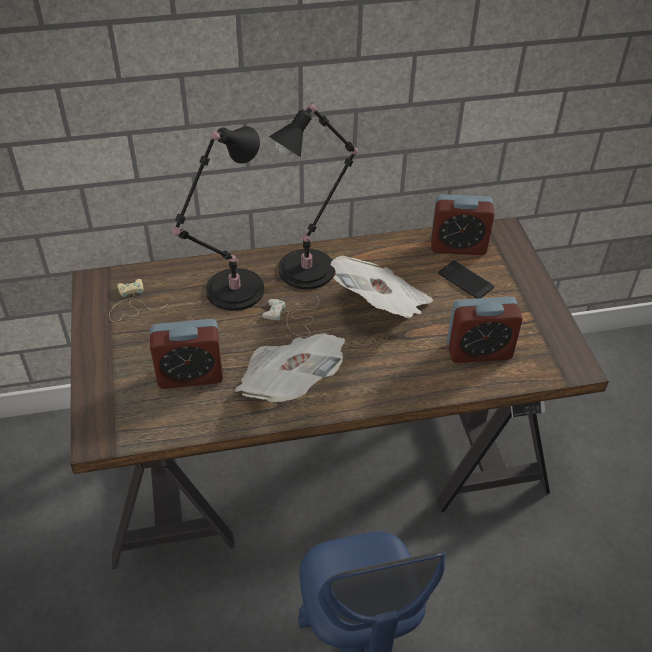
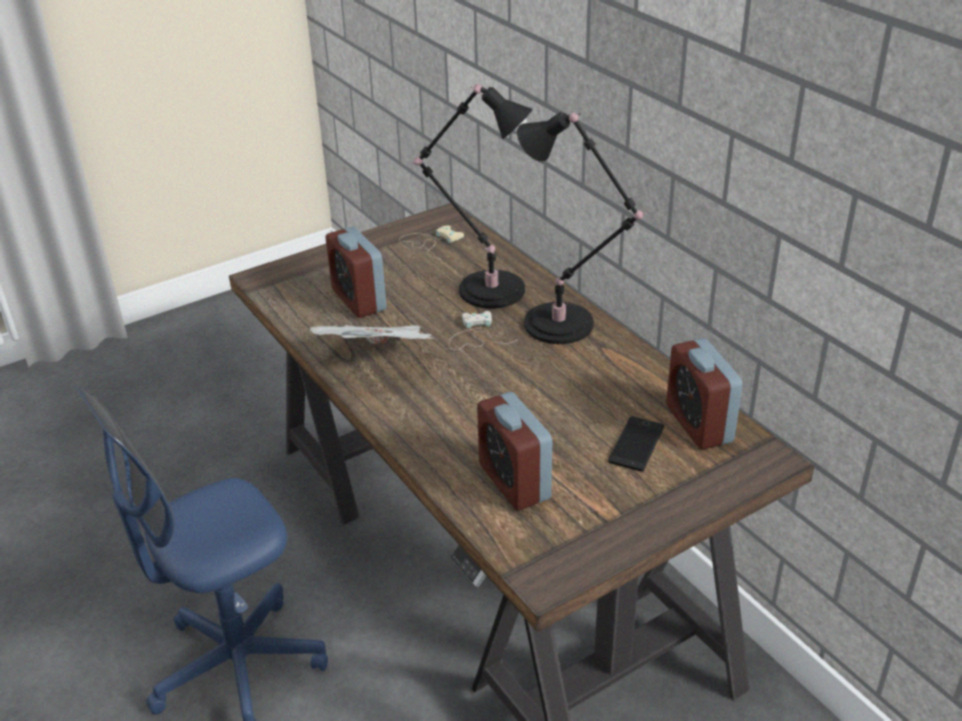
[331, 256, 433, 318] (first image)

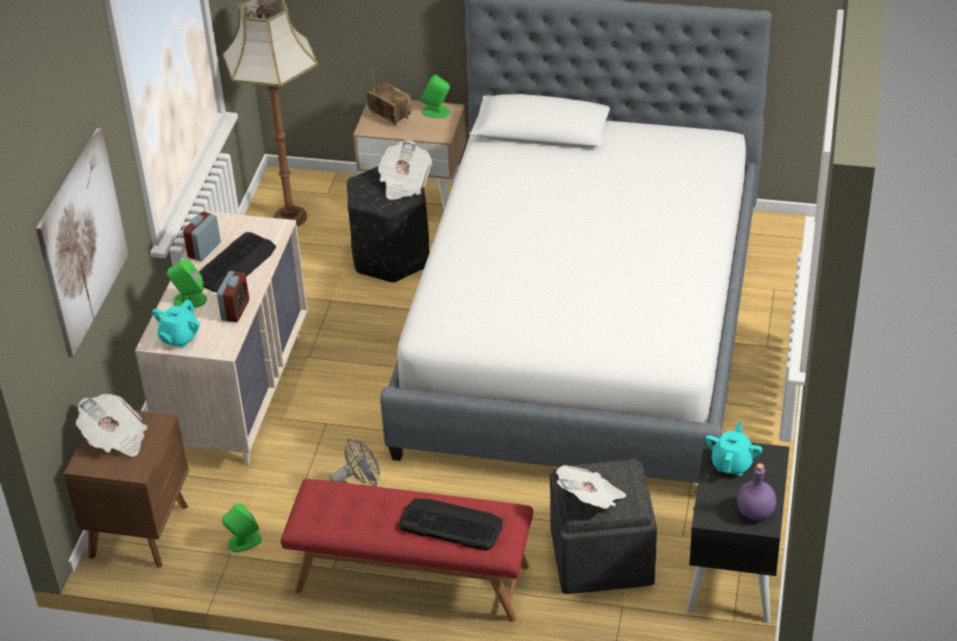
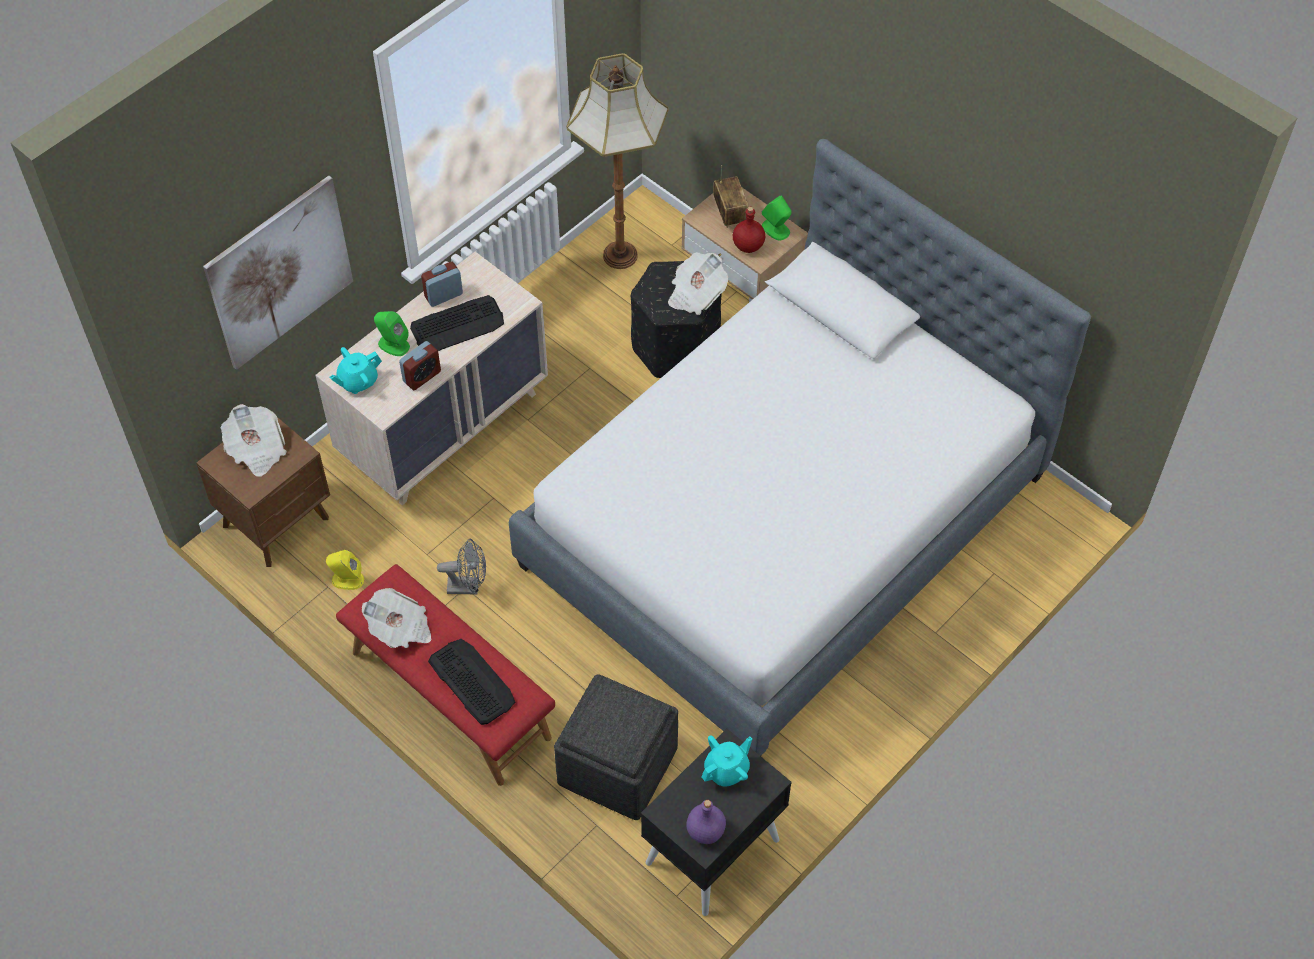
[733, 207, 765, 253]
[362, 588, 432, 648]
[326, 550, 364, 590]

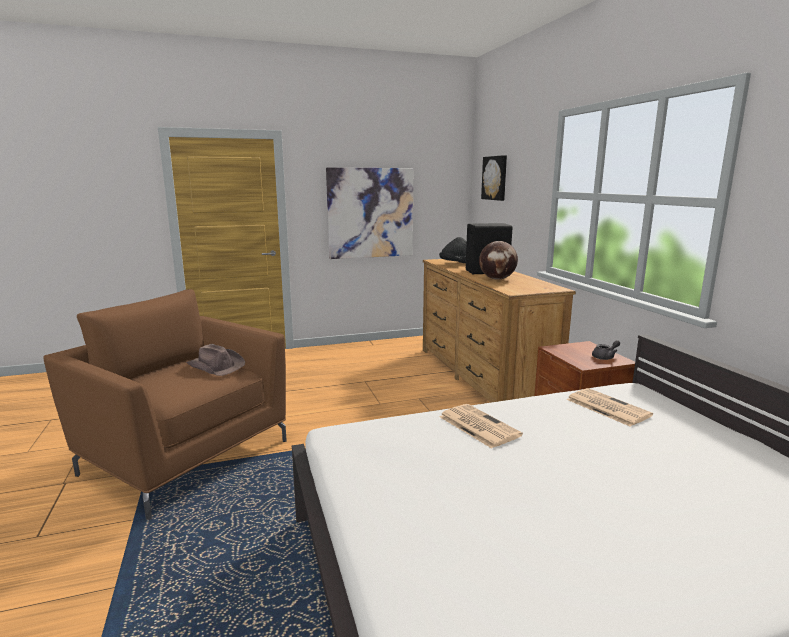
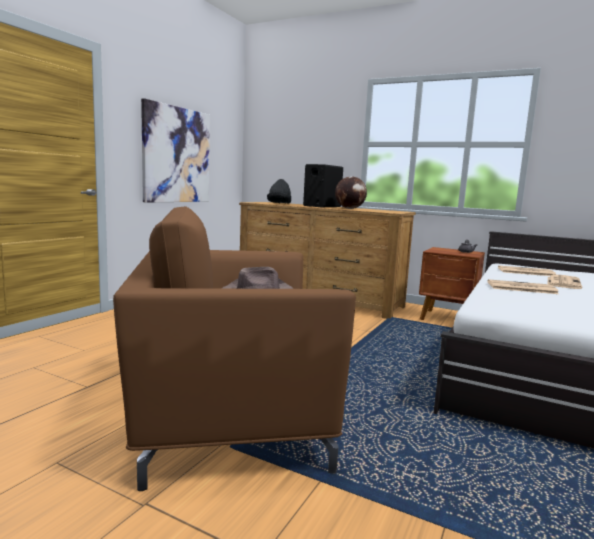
[481, 155, 507, 201] (first image)
[548, 274, 582, 289]

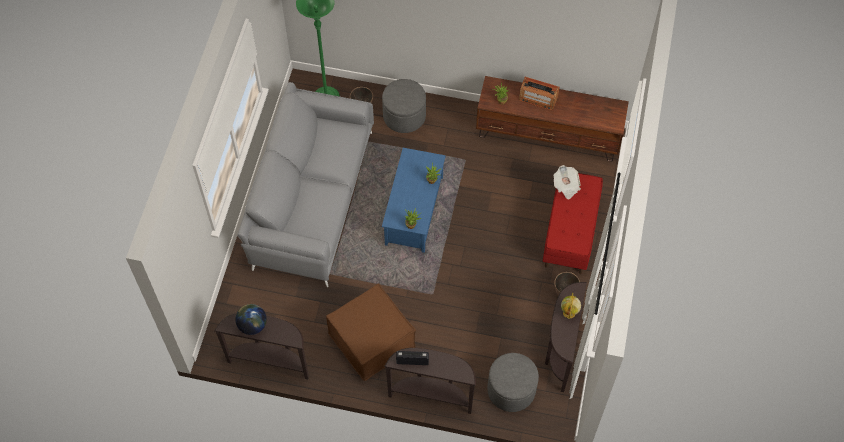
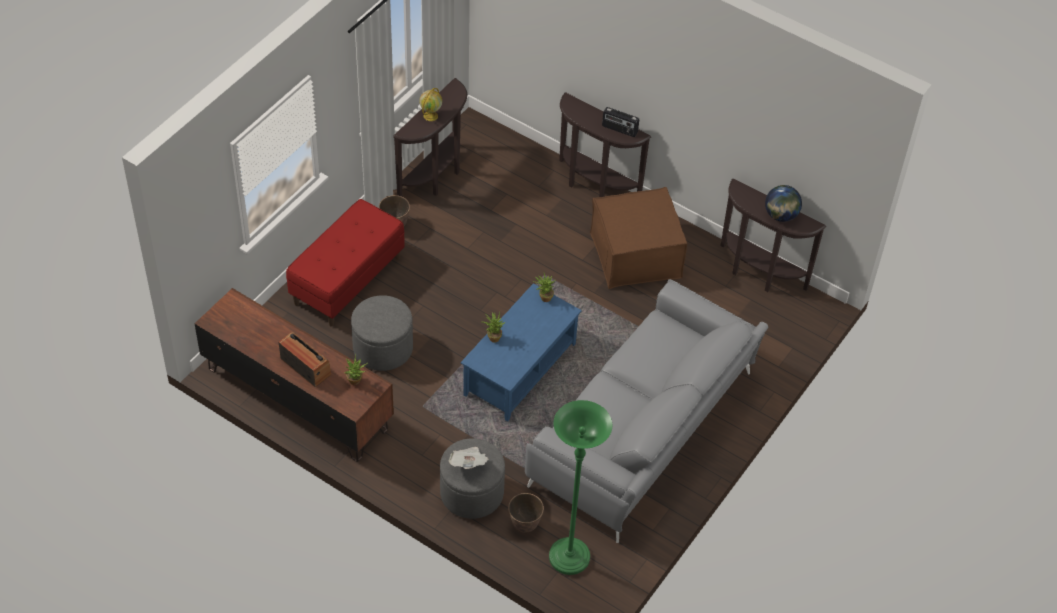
[351, 295, 413, 371]
[449, 447, 488, 469]

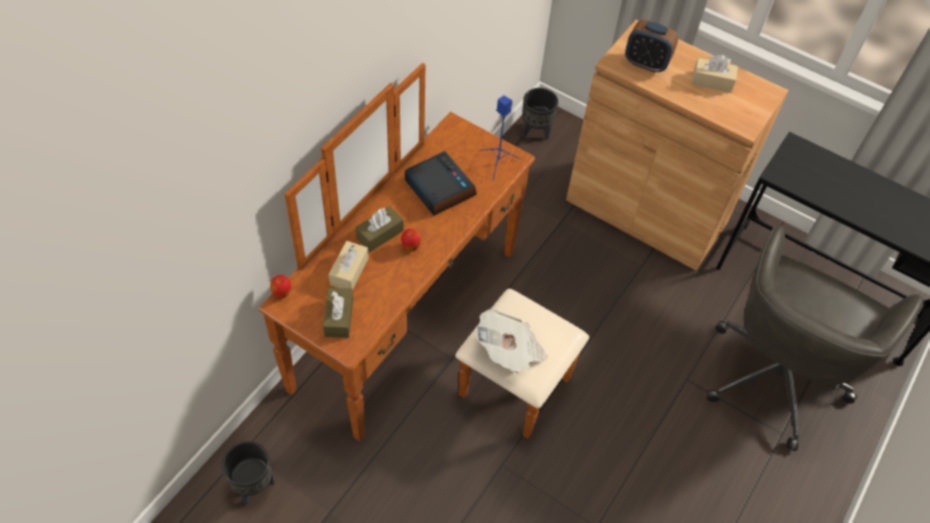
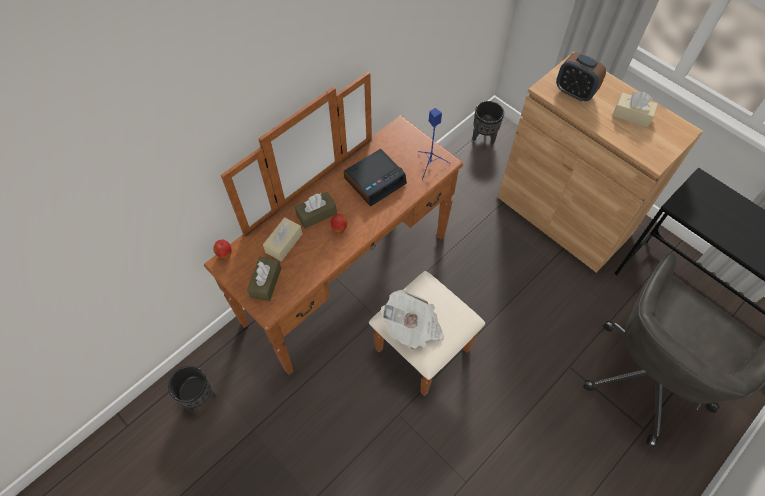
[344, 149, 407, 207]

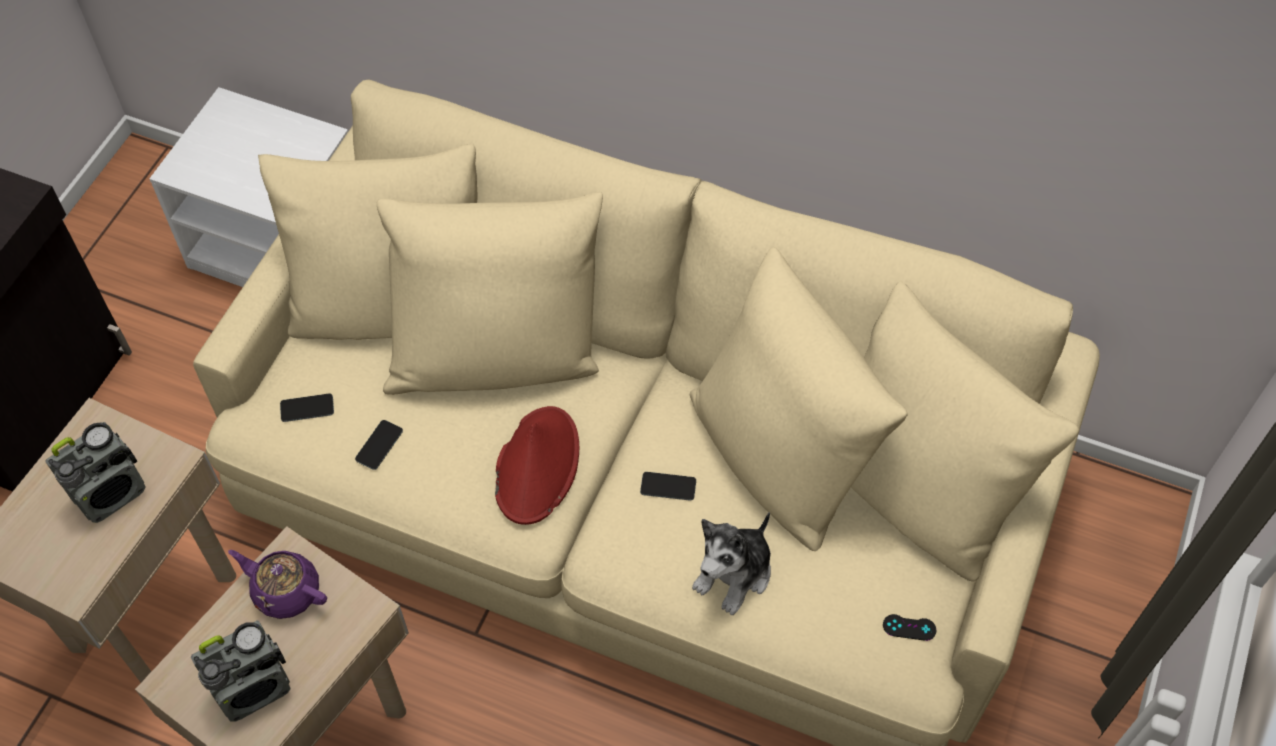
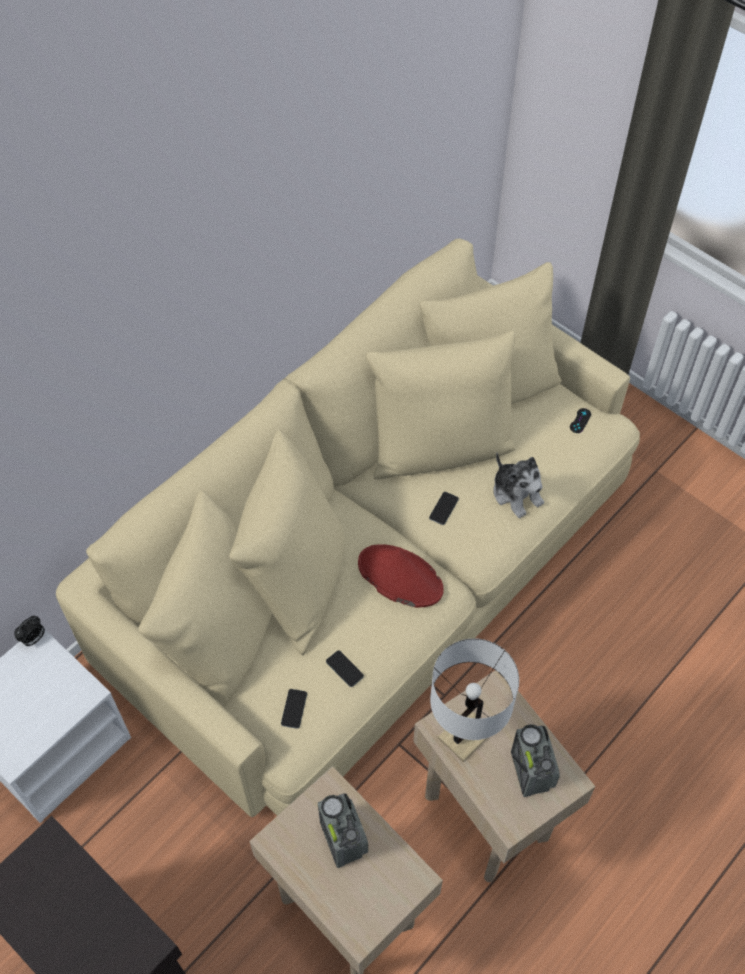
[14, 616, 45, 646]
[430, 638, 519, 762]

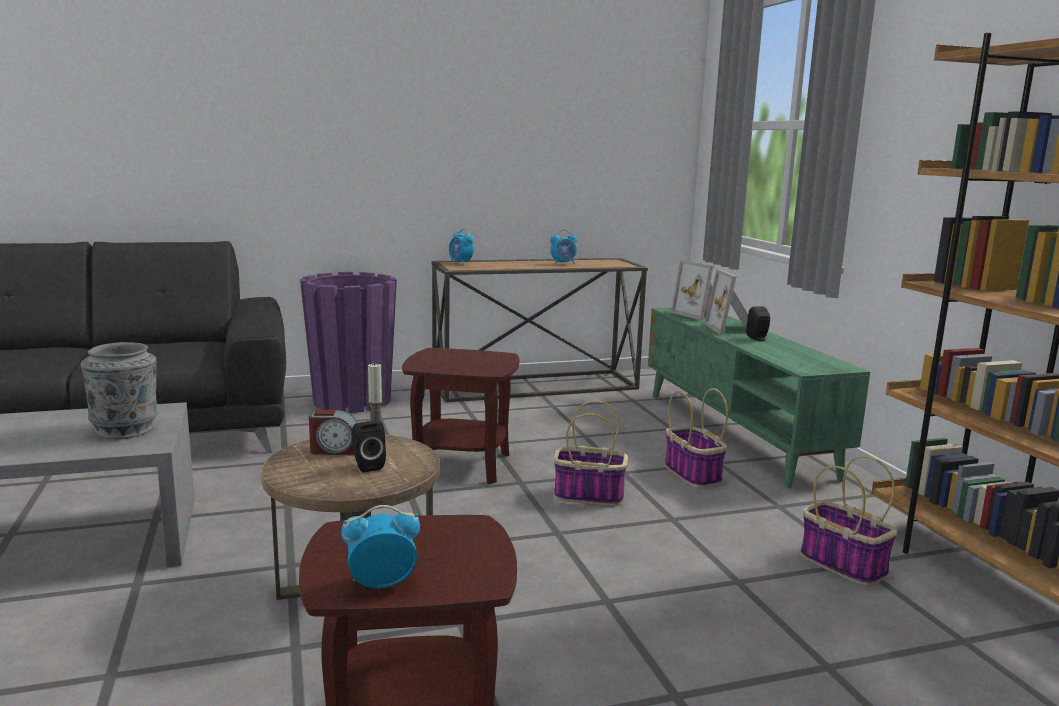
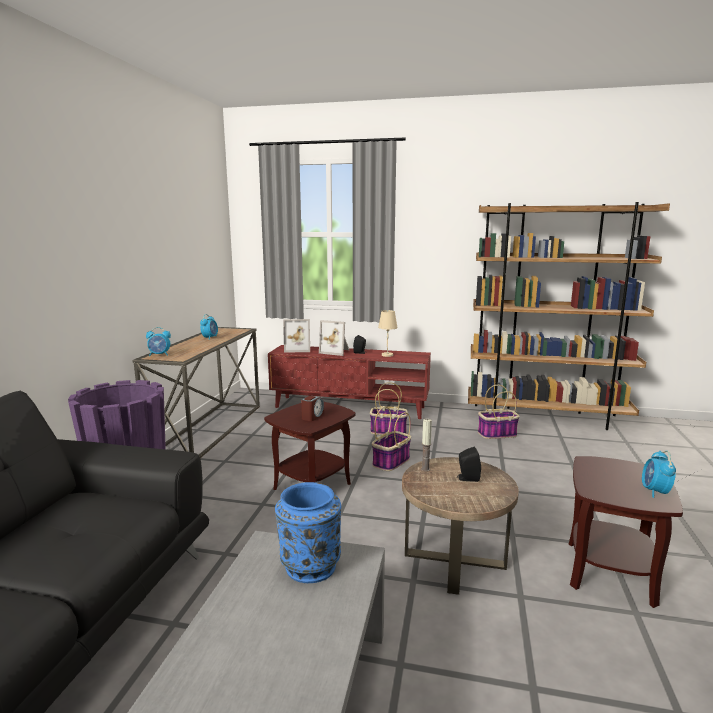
[378, 310, 397, 357]
[301, 396, 324, 421]
[275, 482, 341, 583]
[268, 345, 431, 419]

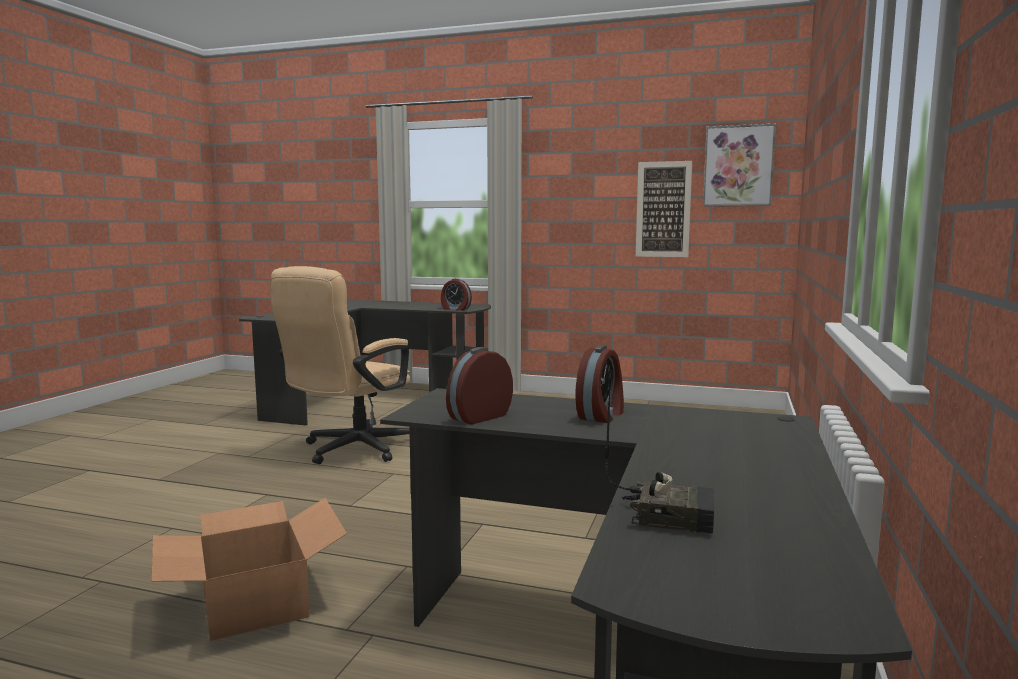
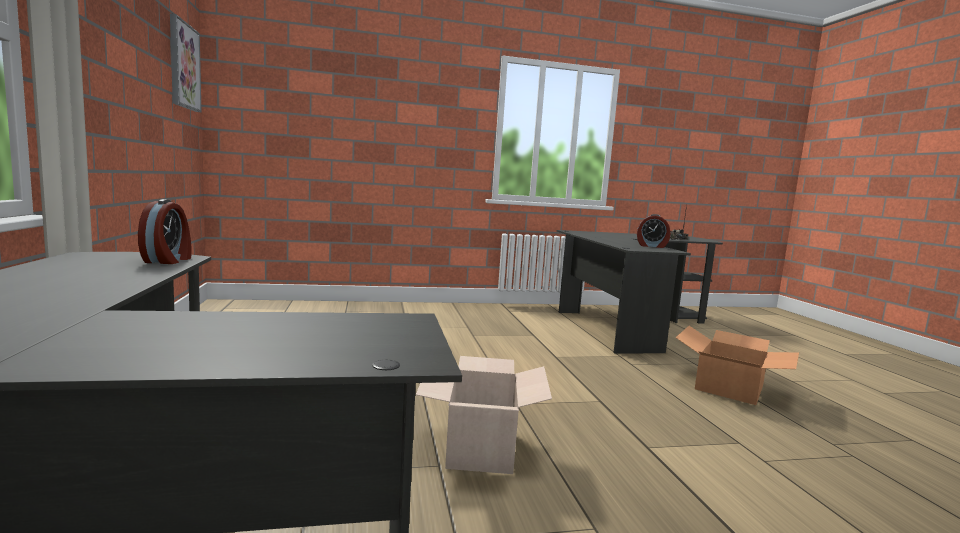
[575, 345, 624, 423] (first image)
[636, 161, 692, 257] (first image)
[416, 356, 552, 474]

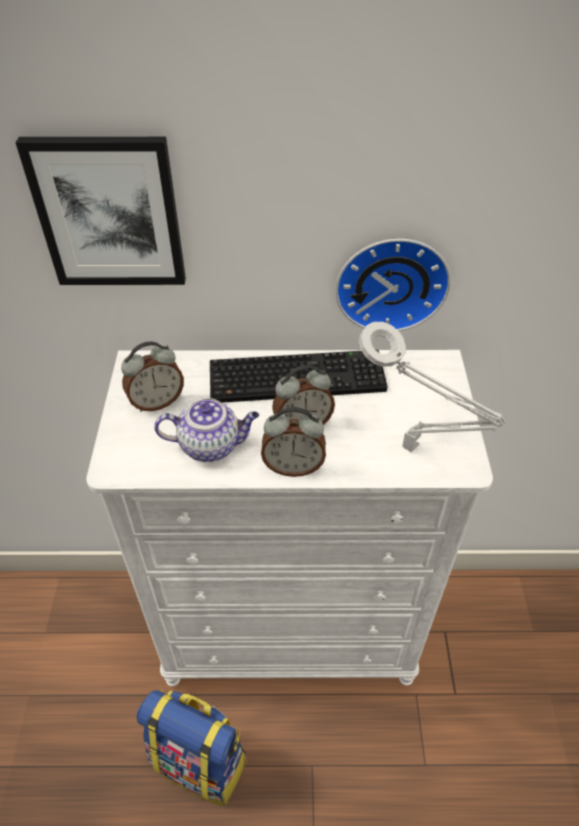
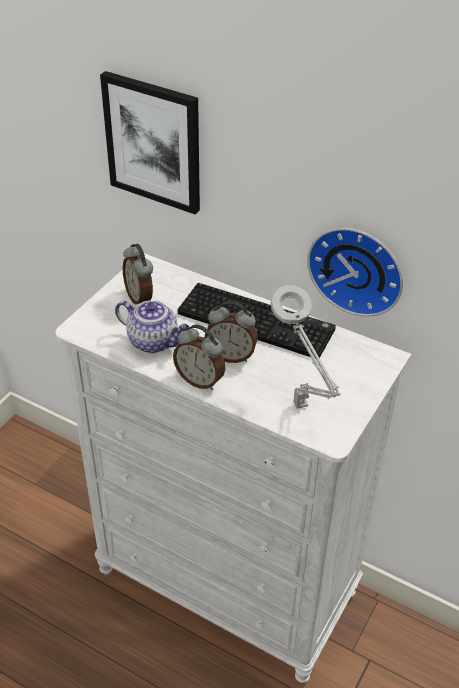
[137, 690, 247, 806] (first image)
[123, 244, 153, 304]

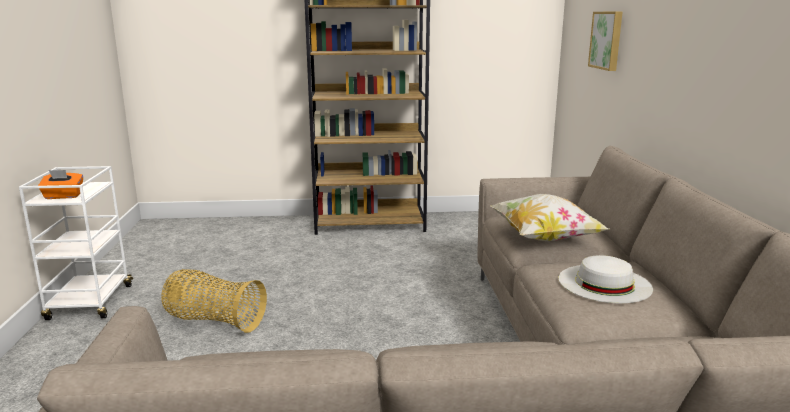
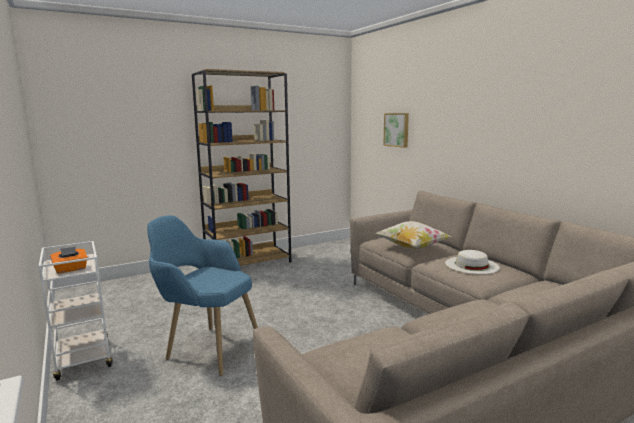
[147, 215, 258, 376]

